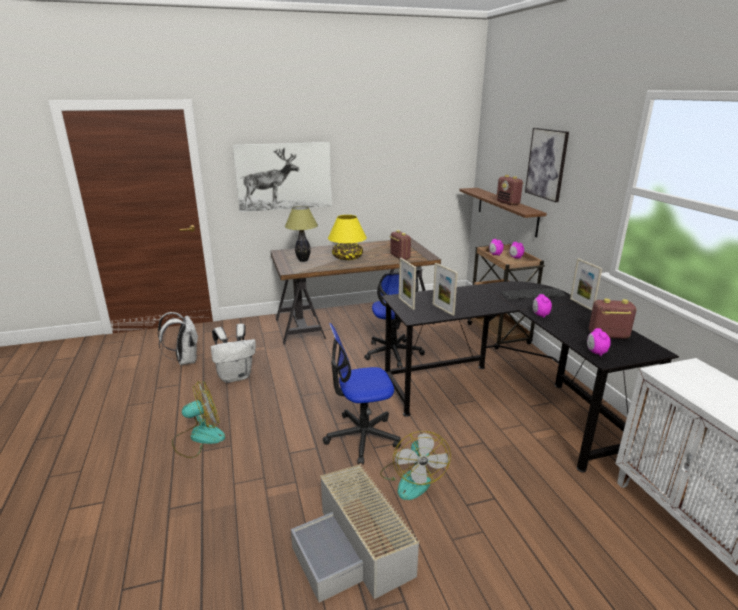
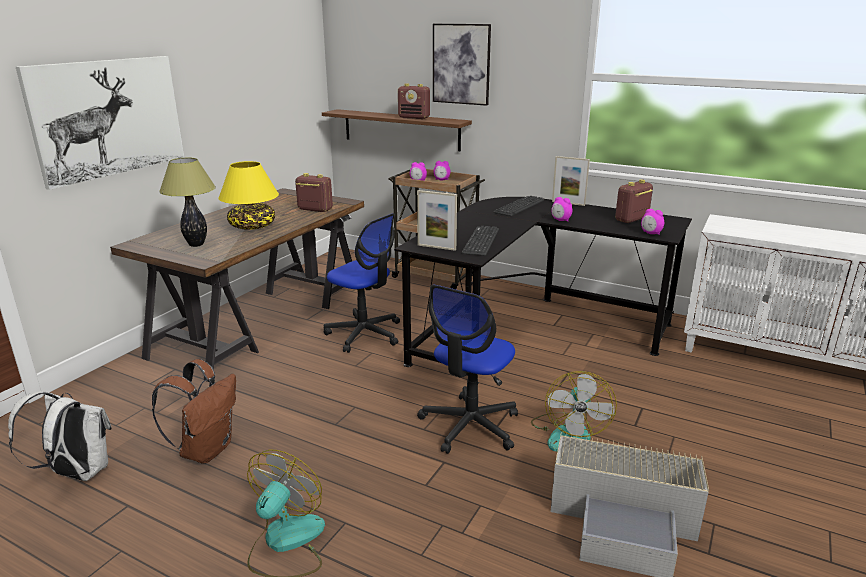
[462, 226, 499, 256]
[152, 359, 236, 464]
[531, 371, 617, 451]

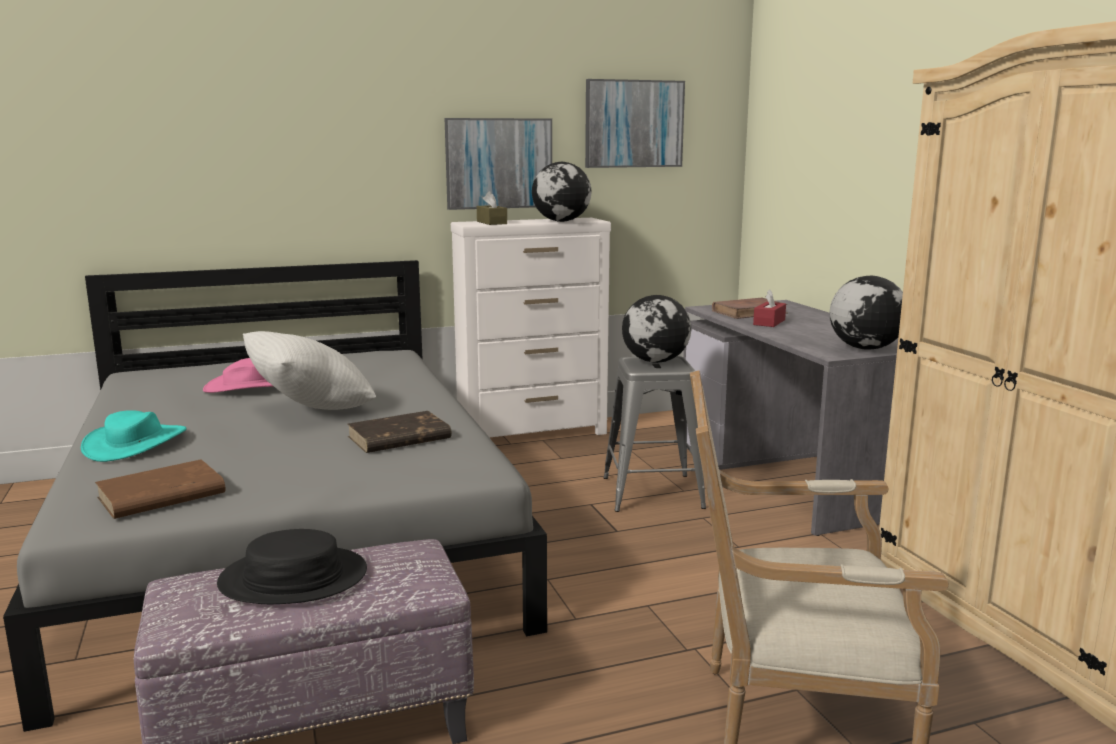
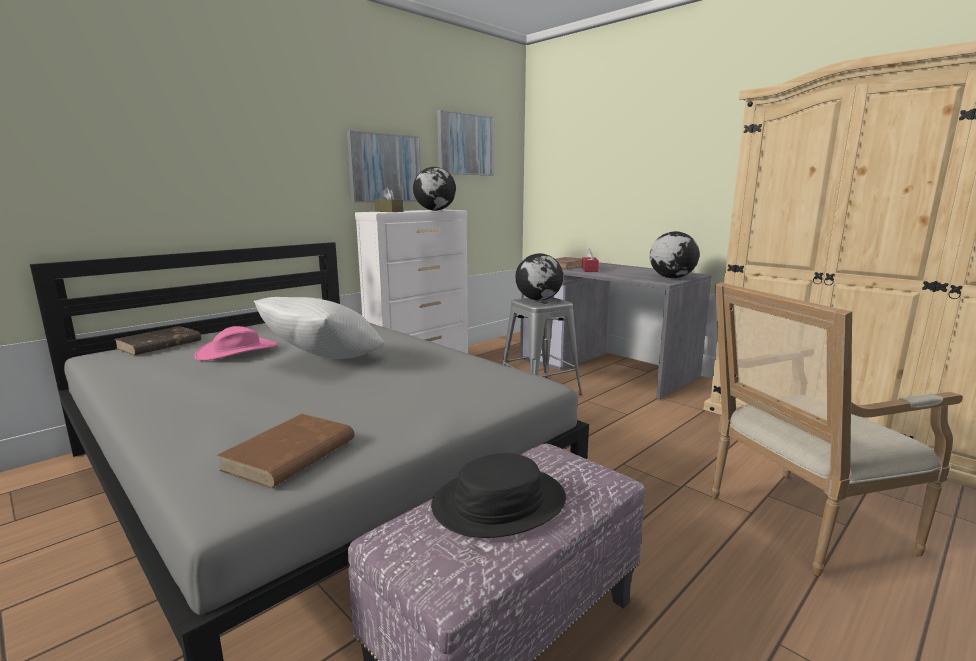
[81, 410, 187, 462] (first image)
[114, 326, 201, 355]

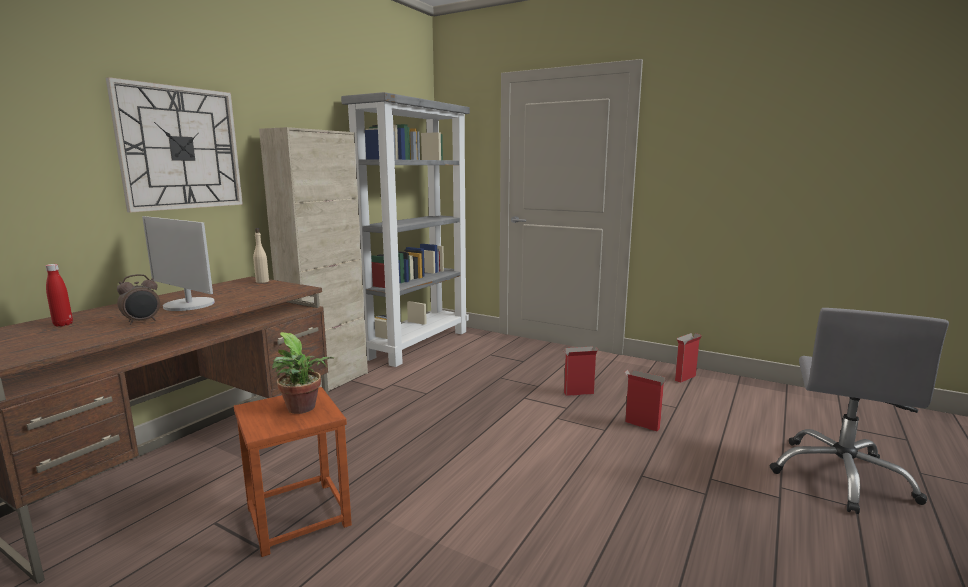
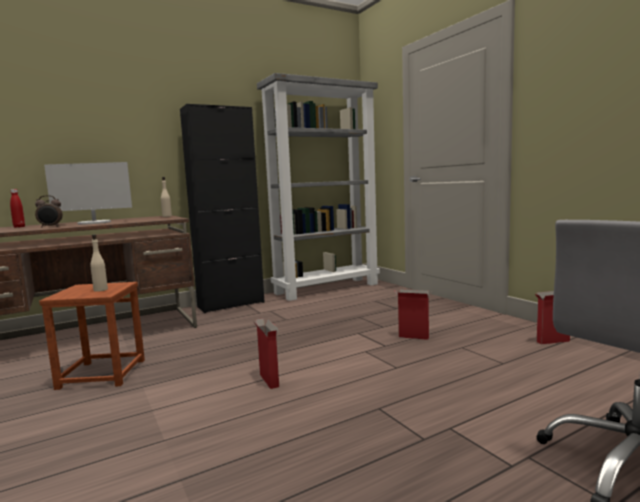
[106, 77, 243, 212] (first image)
[253, 318, 279, 389]
[90, 234, 108, 292]
[180, 104, 264, 313]
[44, 162, 132, 225]

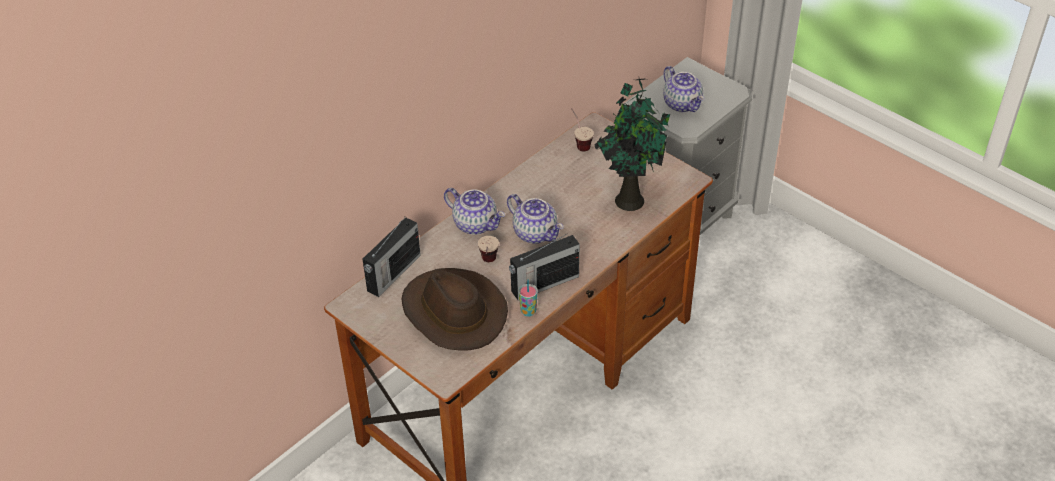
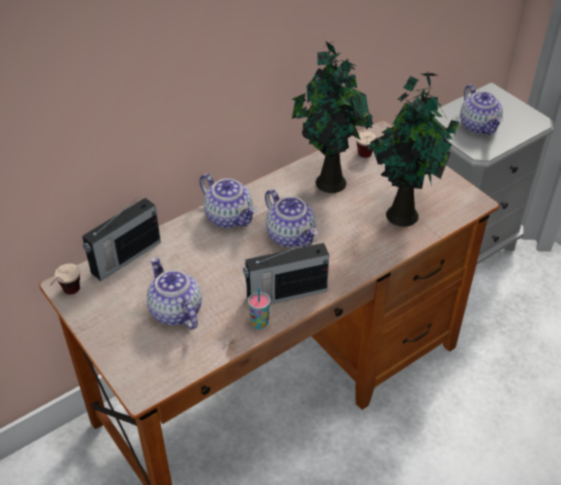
[292, 42, 373, 193]
[50, 264, 80, 295]
[147, 257, 202, 330]

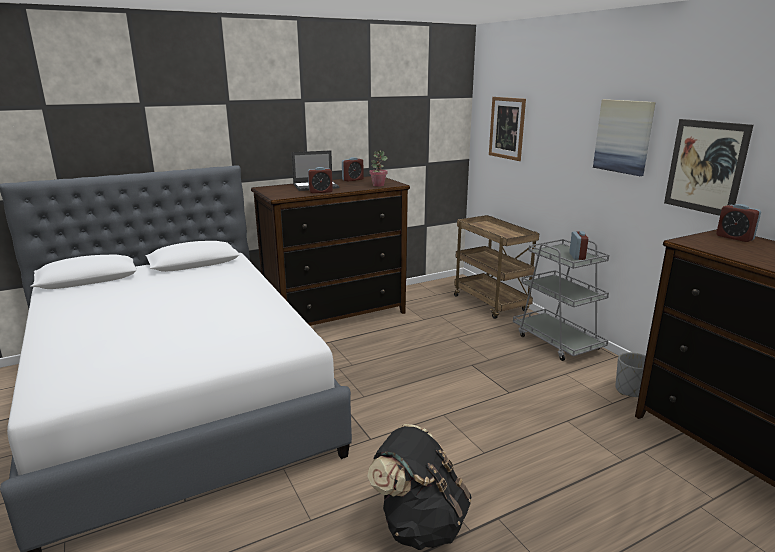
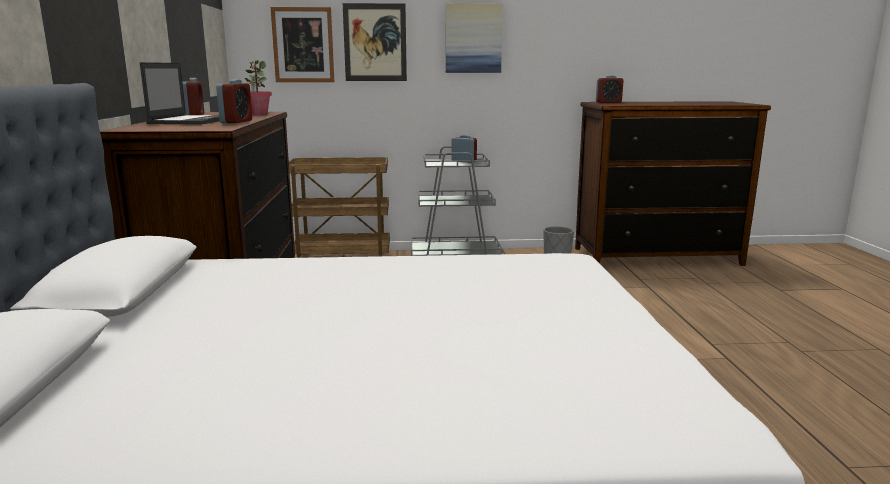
[367, 424, 471, 550] (first image)
[343, 3, 407, 81]

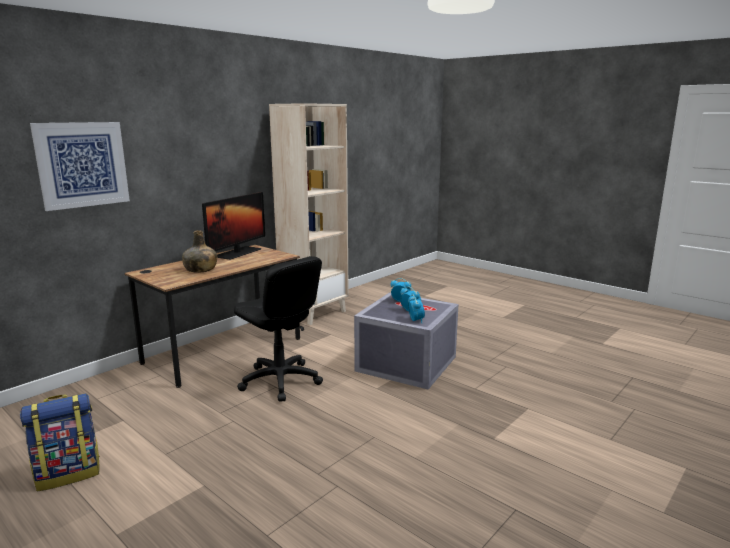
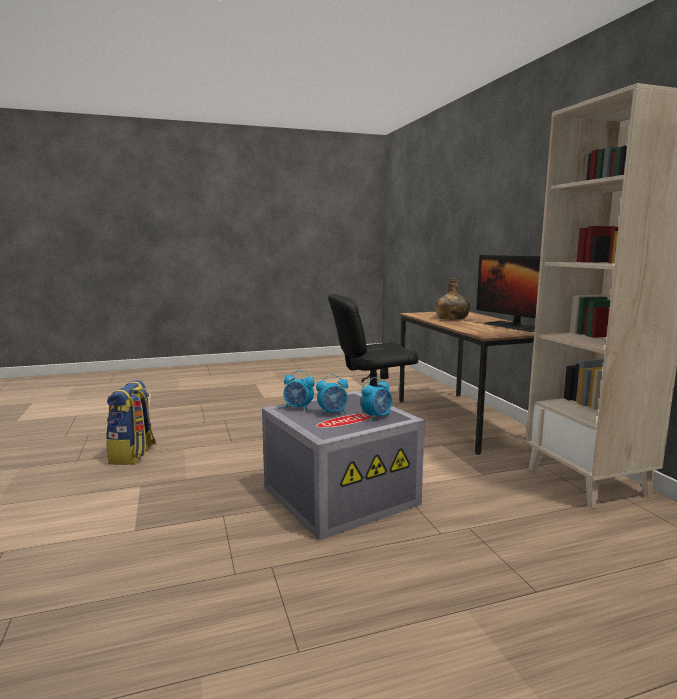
[30, 122, 130, 211] (first image)
[106, 380, 157, 465]

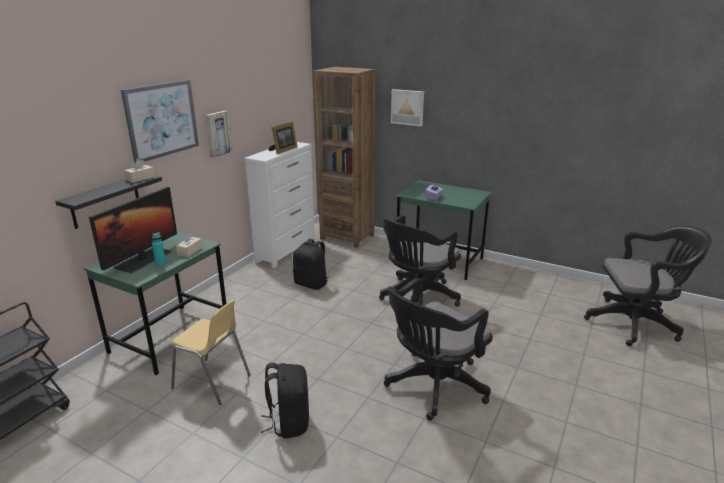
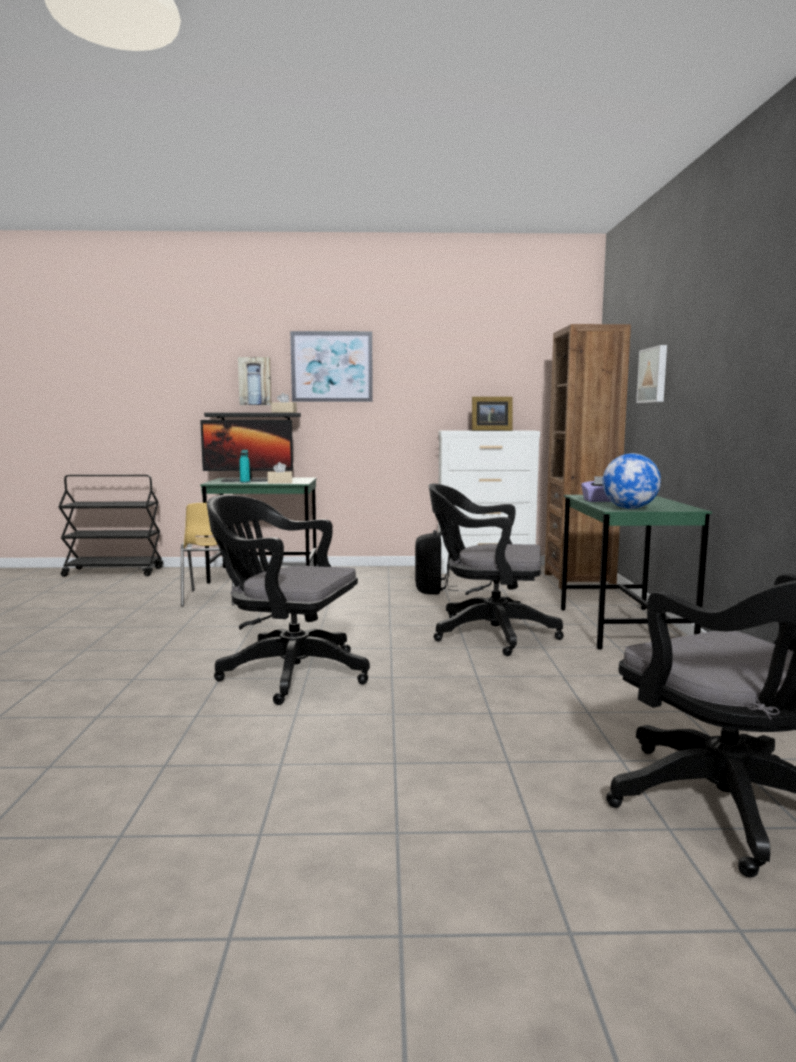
[261, 363, 309, 438] (first image)
[602, 453, 661, 509]
[238, 357, 271, 405]

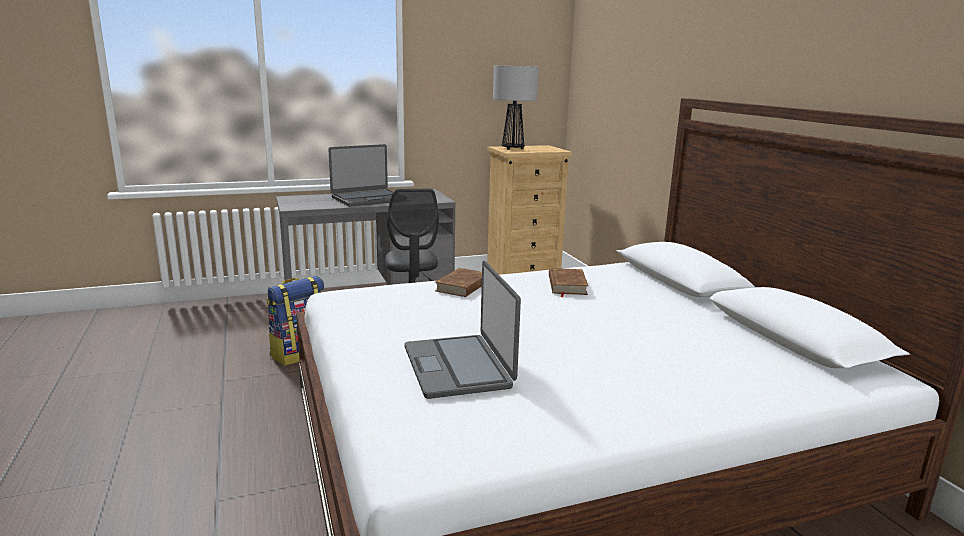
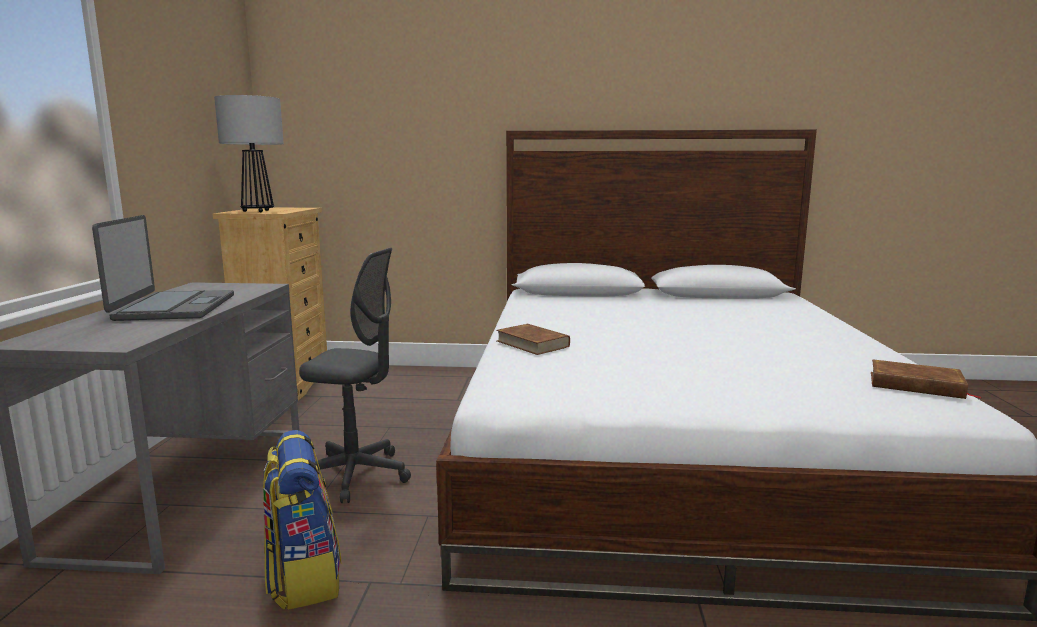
[405, 261, 521, 399] (first image)
[871, 359, 980, 399]

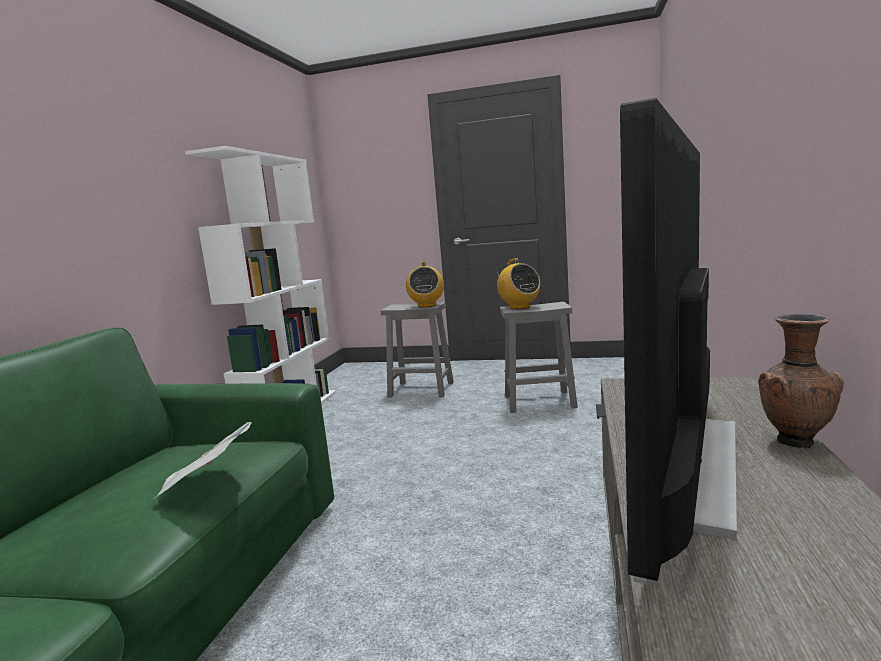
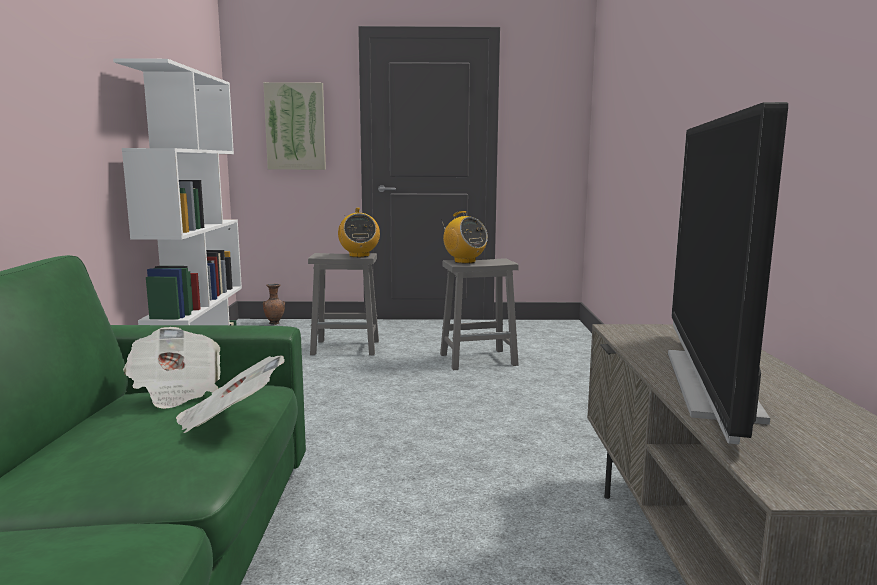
[123, 327, 221, 409]
[263, 82, 326, 170]
[263, 284, 285, 325]

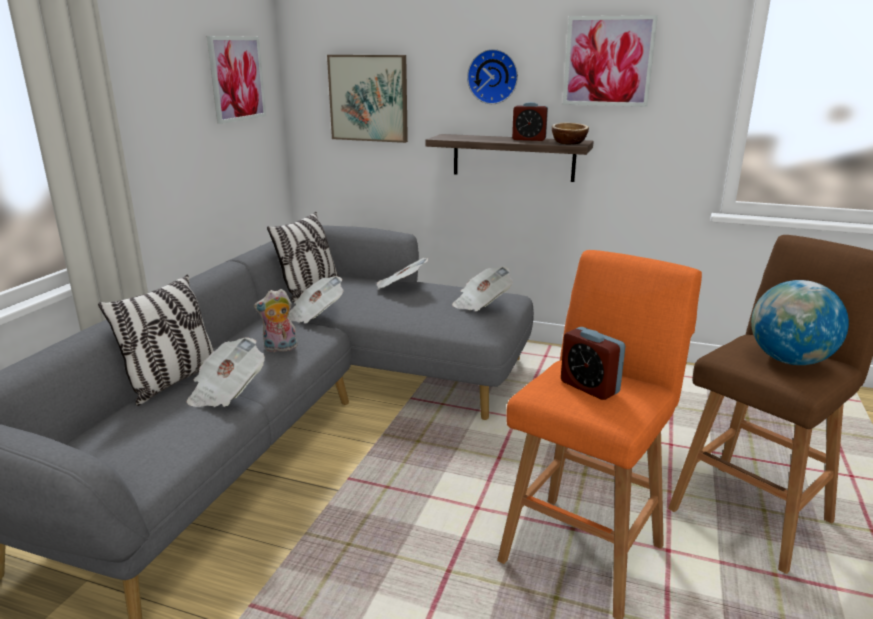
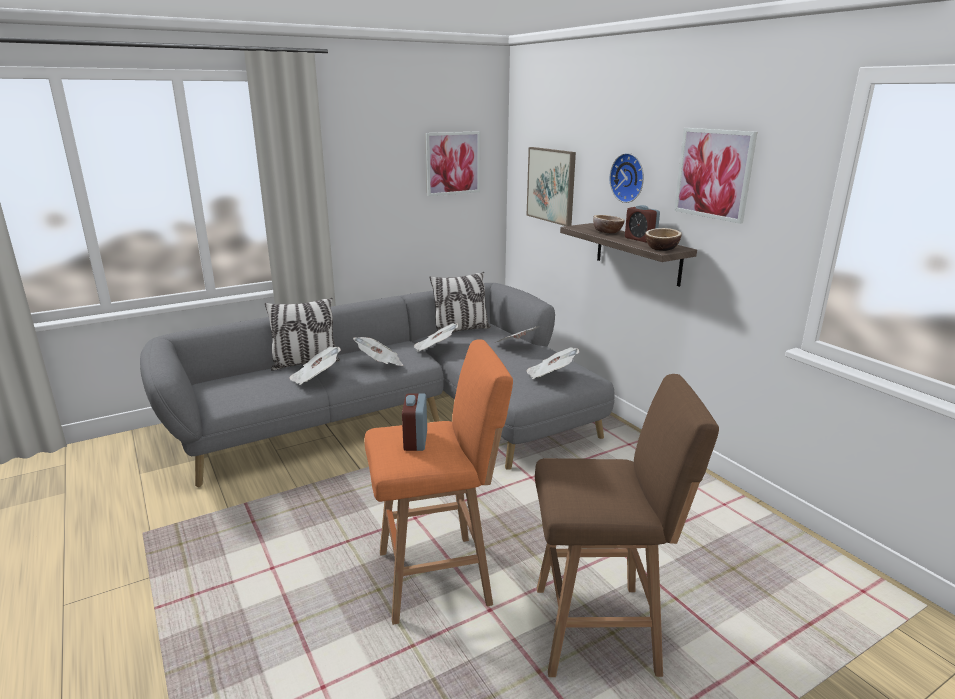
[751, 280, 849, 365] (first image)
[593, 215, 625, 234]
[353, 337, 404, 366]

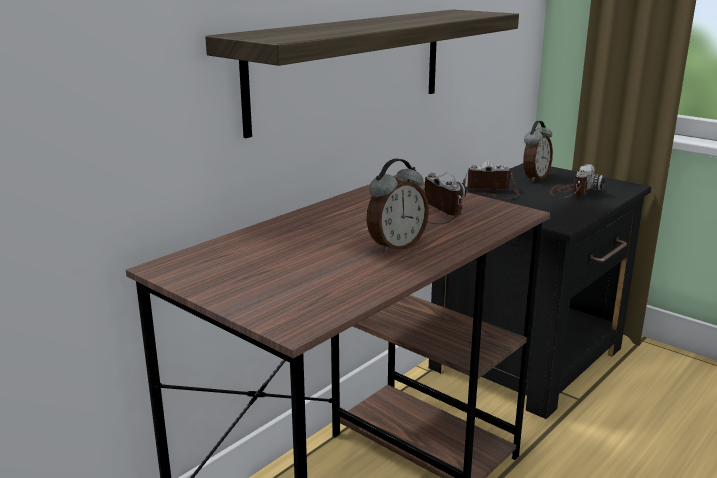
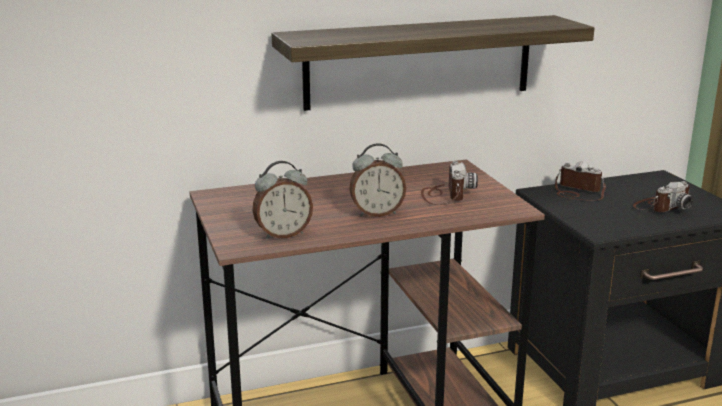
[252, 161, 313, 240]

